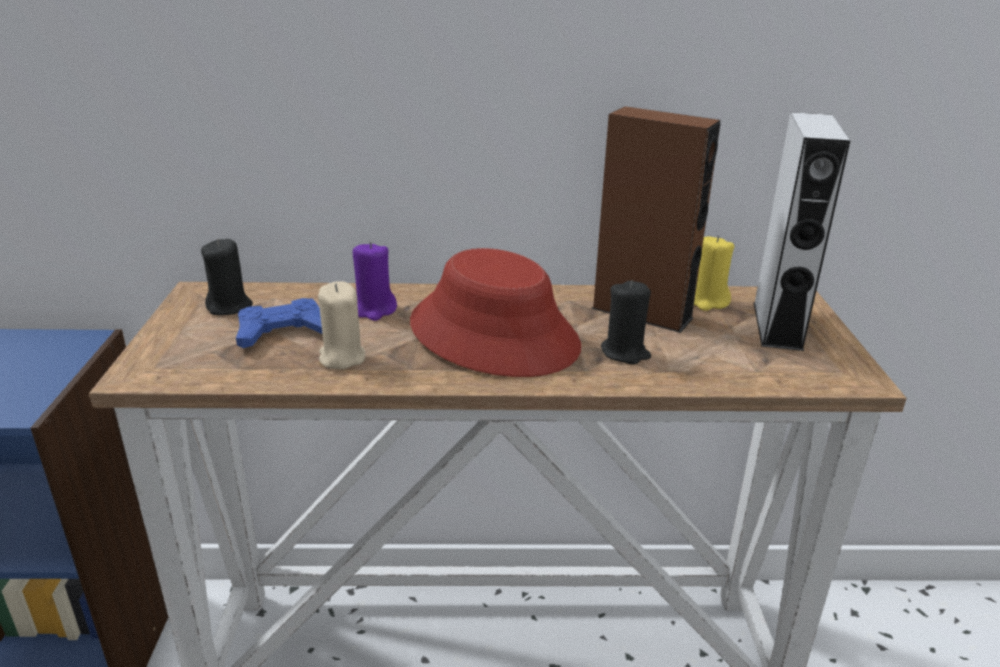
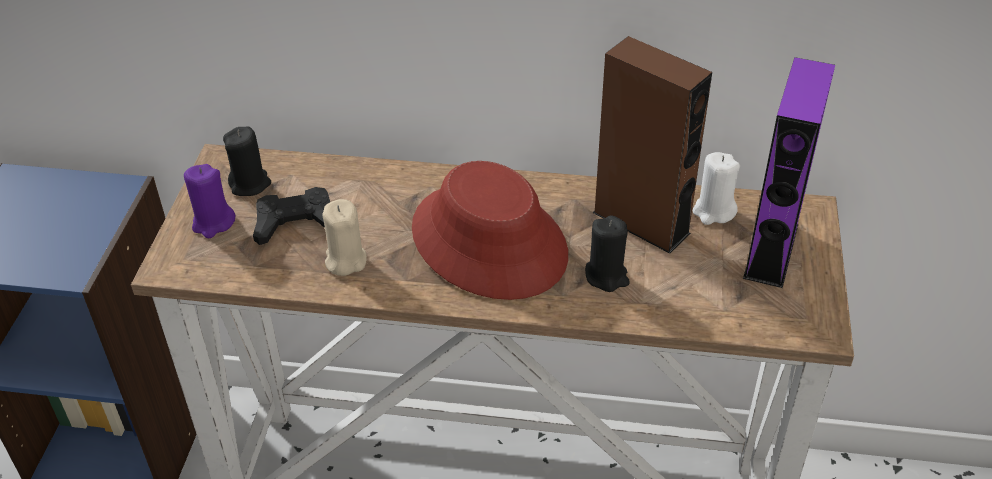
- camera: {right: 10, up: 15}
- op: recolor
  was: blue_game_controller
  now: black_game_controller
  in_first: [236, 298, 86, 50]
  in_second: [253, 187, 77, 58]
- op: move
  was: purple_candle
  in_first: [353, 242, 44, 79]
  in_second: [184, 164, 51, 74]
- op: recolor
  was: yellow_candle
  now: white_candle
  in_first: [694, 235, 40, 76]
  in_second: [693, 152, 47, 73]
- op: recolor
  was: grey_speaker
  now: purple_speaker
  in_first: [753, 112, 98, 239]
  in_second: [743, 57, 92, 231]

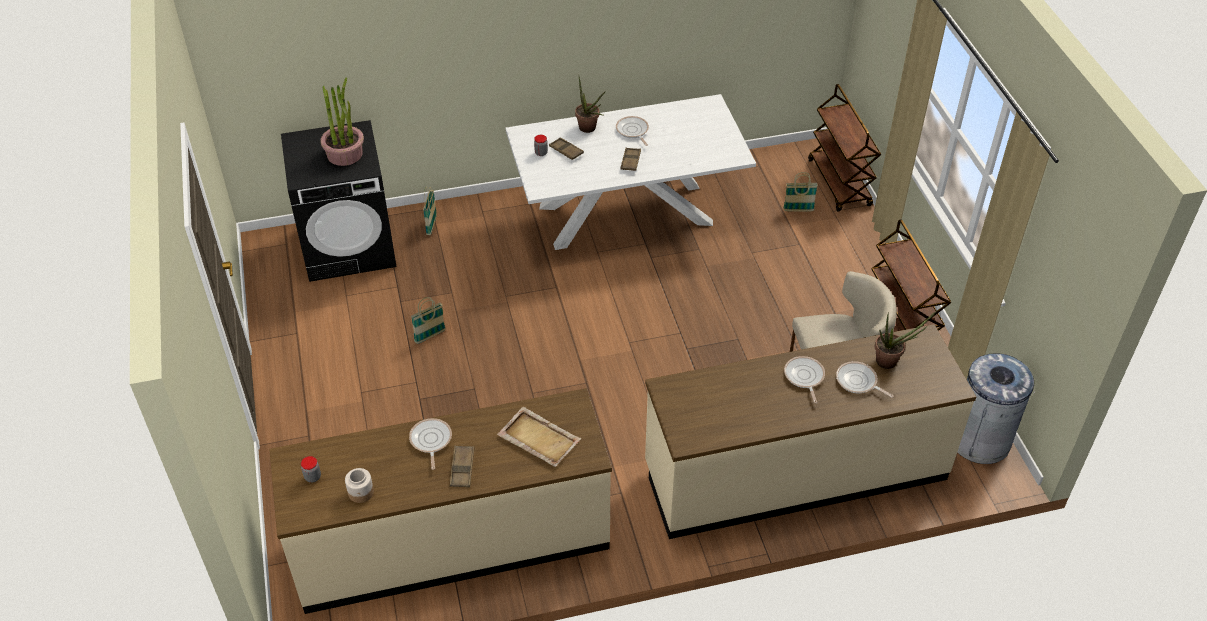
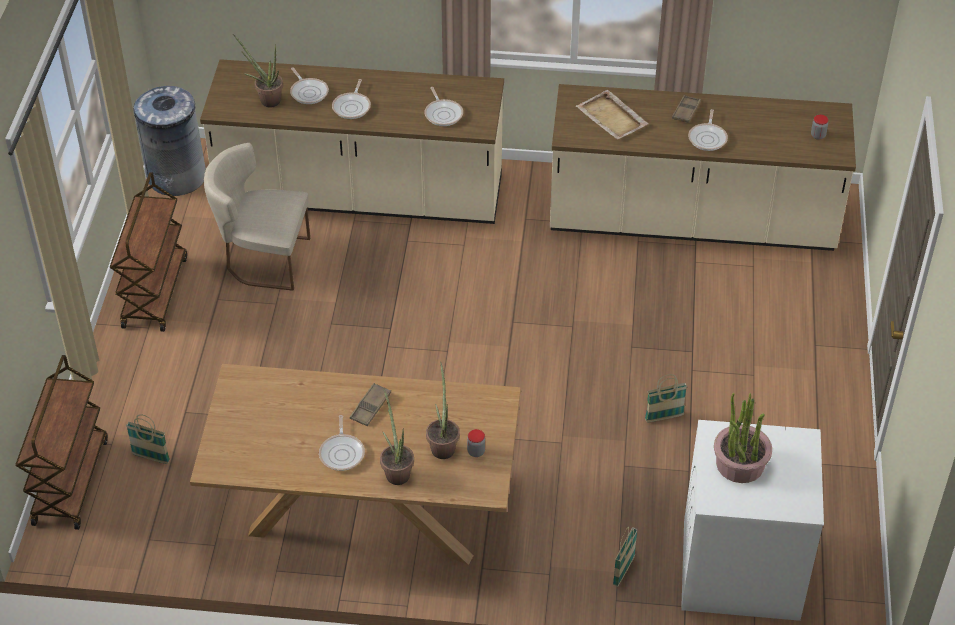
- camera: {right: -160, up: 0}
- op: recolor
  was: black_washing_machine
  now: white_washing_machine
  in_first: [281, 120, 116, 162]
  in_second: [681, 420, 143, 201]
- op: delete
  was: jar
  in_first: [345, 468, 29, 35]
- op: recolor
  was: white_dining_table
  now: brown_dining_table
  in_first: [506, 94, 250, 156]
  in_second: [190, 364, 331, 201]
- op: replace
  was: brown_tray
  now: potted_plant
  in_first: [549, 137, 35, 23]
  in_second: [426, 362, 34, 97]
- op: insert
  now: frying_pan
  in_second: [424, 87, 39, 39]

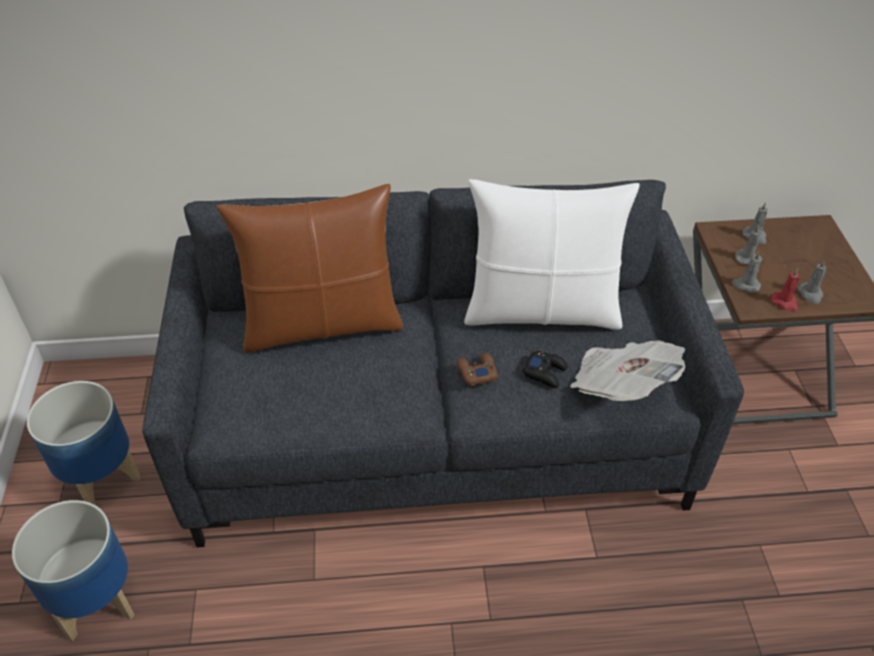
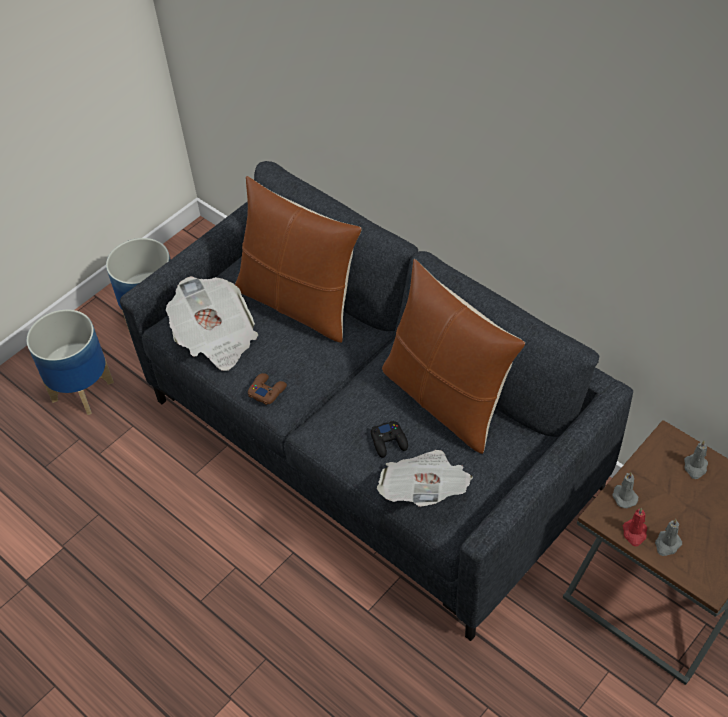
- camera: {right: 50, up: 5}
- op: move
  was: brown_game_controller
  in_first: [456, 353, 42, 33]
  in_second: [248, 373, 39, 32]
- op: recolor
  was: white_pillow
  now: brown_pillow
  in_first: [464, 179, 176, 151]
  in_second: [382, 259, 143, 195]
- op: delete
  was: grey_candle
  in_first: [735, 225, 27, 40]
- op: insert
  now: newspaper
  in_second: [166, 276, 92, 95]

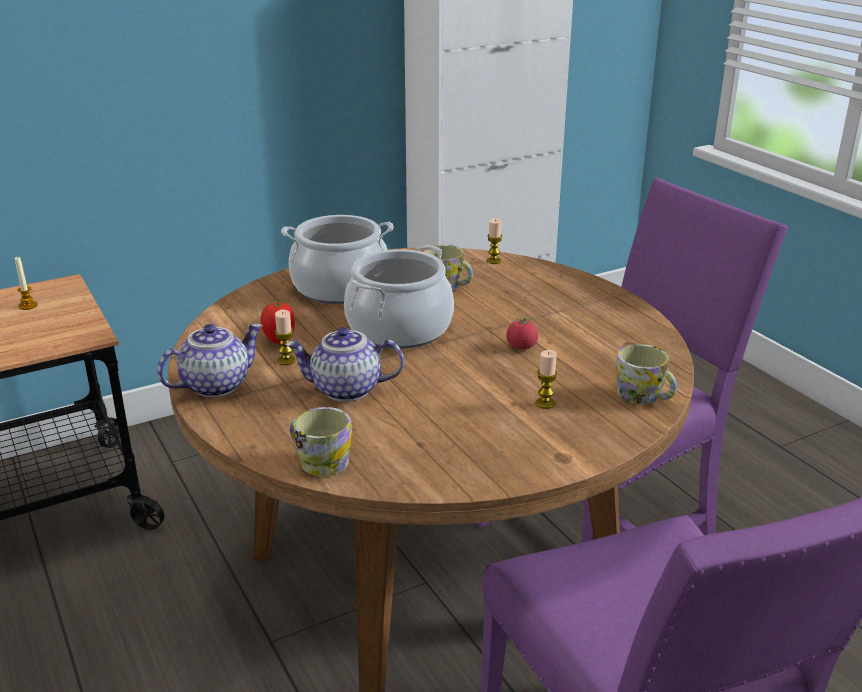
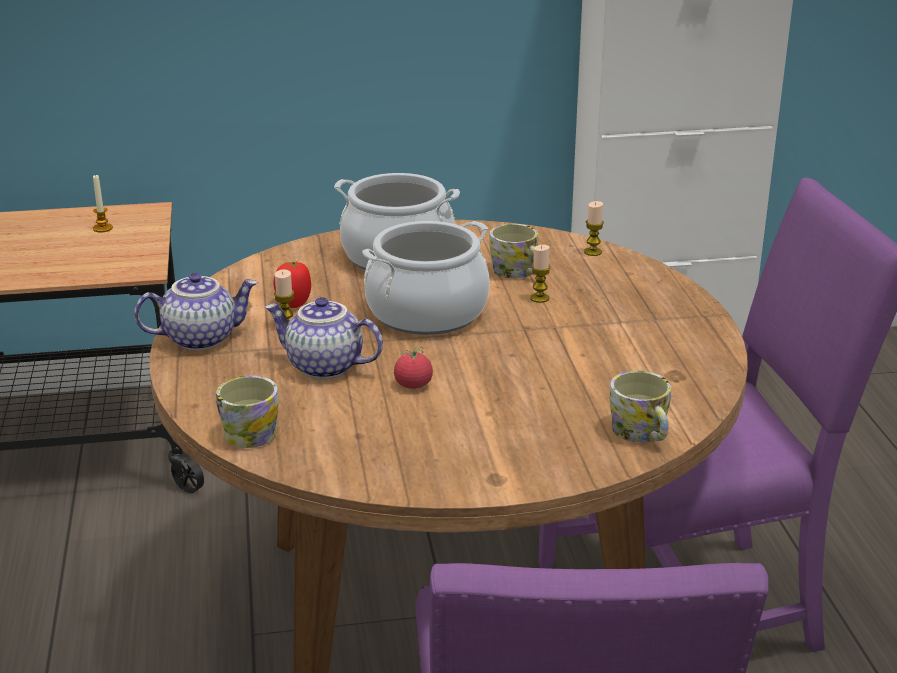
- camera: {right: 20, up: 0}
- op: move
  was: tomato
  in_first: [506, 314, 32, 35]
  in_second: [394, 346, 39, 43]
- op: move
  was: candle
  in_first: [535, 350, 23, 59]
  in_second: [530, 245, 21, 58]

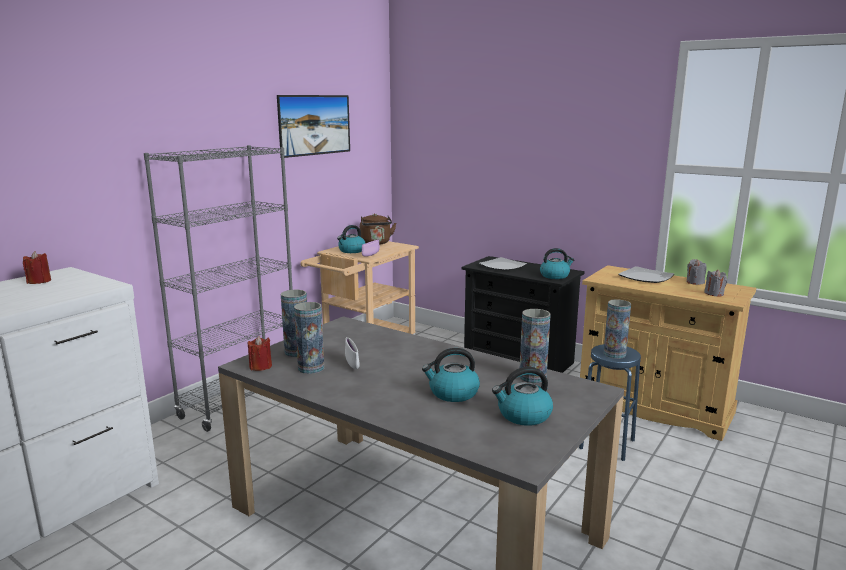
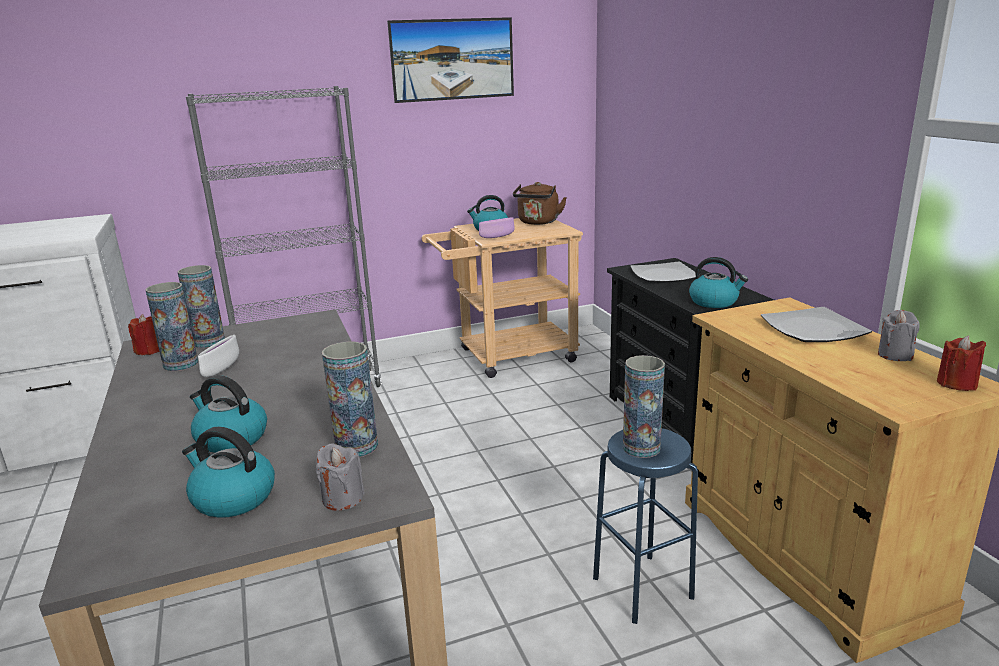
- camera: {right: 35, up: 5}
- op: move
  was: red_candle
  in_first: [23, 251, 28, 33]
  in_second: [937, 335, 49, 56]
- op: move
  was: grey_candle
  in_first: [704, 270, 23, 27]
  in_second: [316, 443, 49, 67]

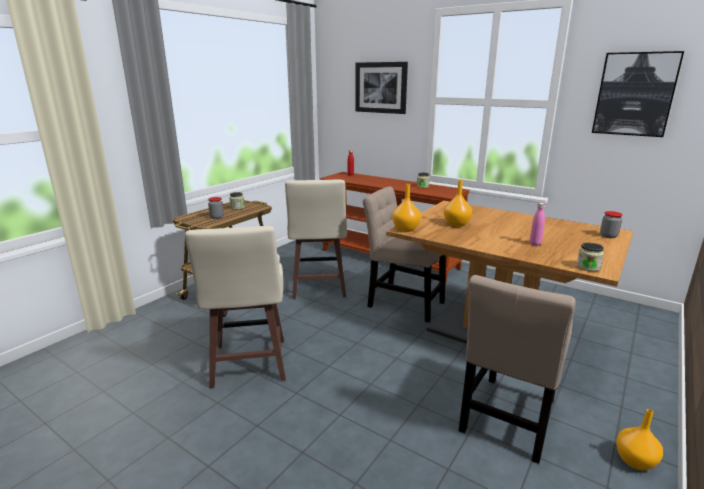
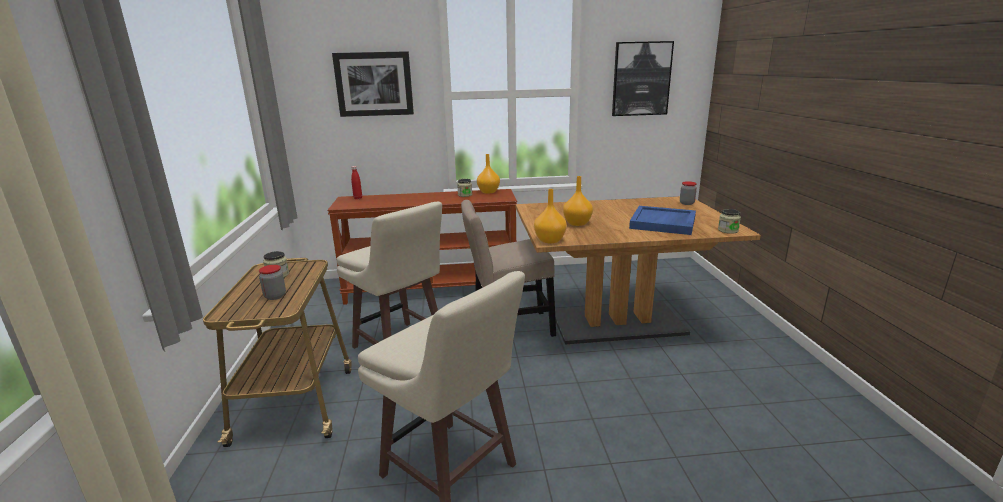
- camera: {right: -40, up: 0}
- op: delete
  was: beige_chair
  in_first: [459, 275, 116, 189]
- op: replace
  was: pink_bottle
  now: blue_tray
  in_first: [530, 203, 15, 43]
  in_second: [629, 206, 67, 29]
- op: move
  was: orange_vase
  in_first: [616, 409, 47, 61]
  in_second: [477, 154, 23, 40]

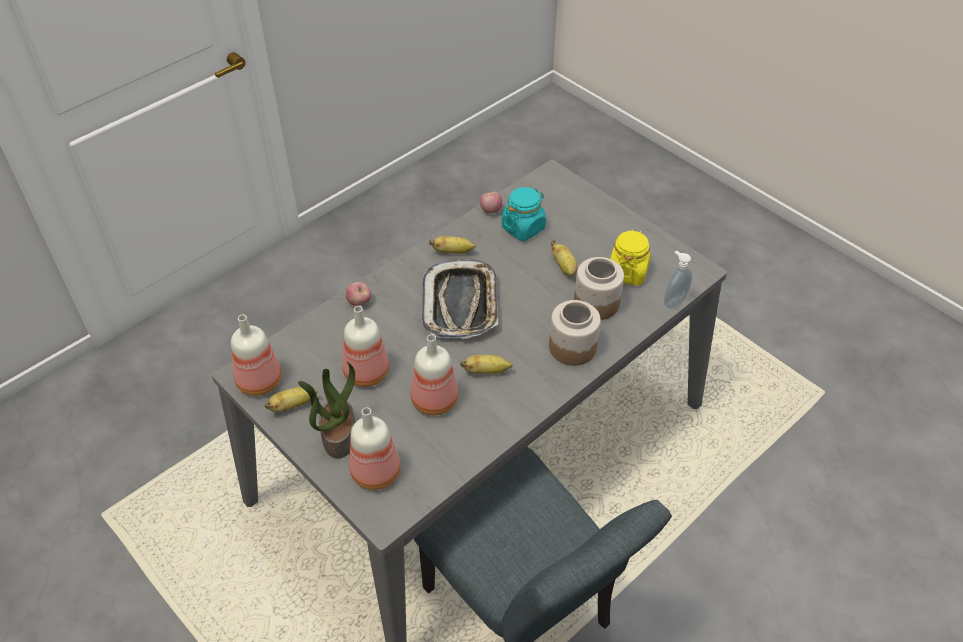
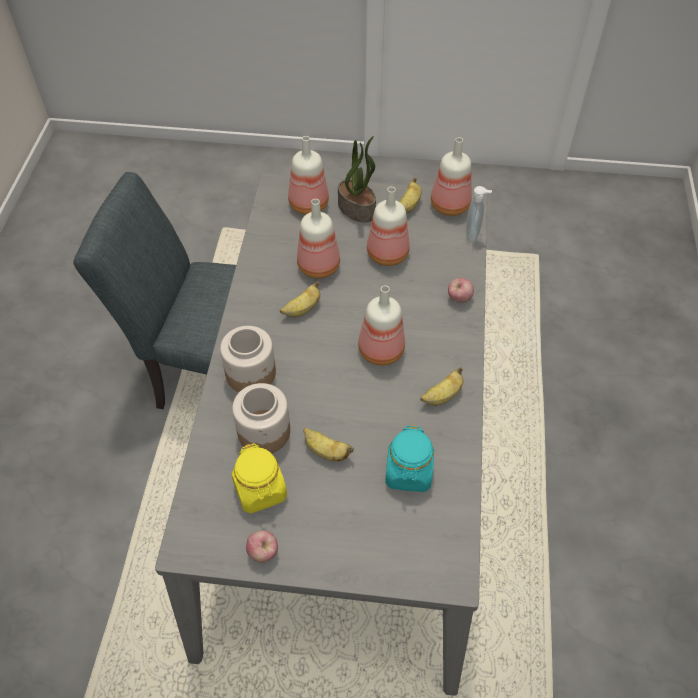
- camera: {right: 140, up: 5}
- op: replace
  was: tray
  now: bottle
  in_first: [422, 259, 76, 80]
  in_second: [358, 285, 47, 80]
- op: move
  was: apple
  in_first: [480, 192, 22, 21]
  in_second: [246, 530, 32, 32]
- op: move
  was: soap_dispenser
  in_first: [664, 251, 28, 58]
  in_second: [466, 186, 26, 57]

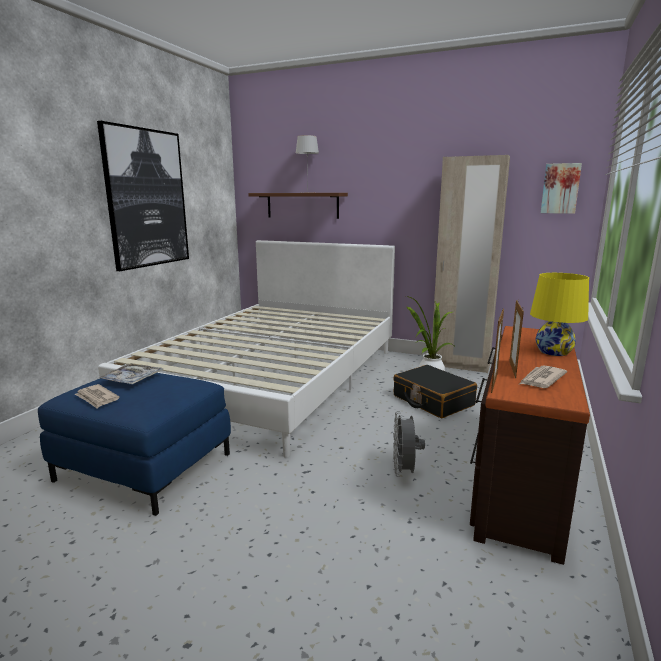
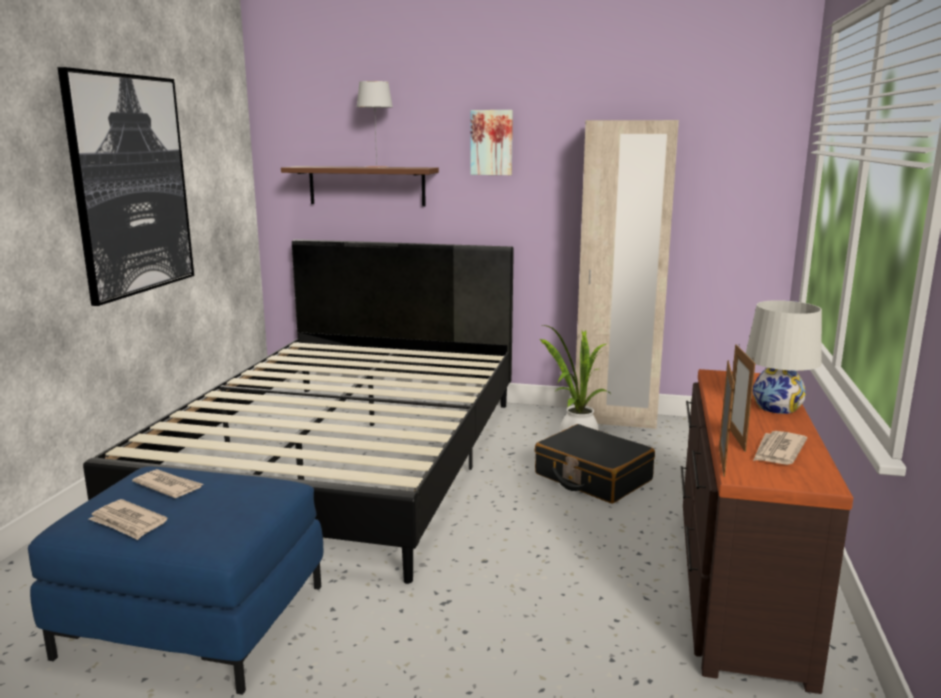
- camera: {right: -10, up: 0}
- op: replace
  was: tray
  now: newspaper
  in_first: [97, 363, 67, 21]
  in_second: [132, 469, 71, 29]
- op: recolor
  was: white_bed
  now: black_bed
  in_first: [98, 240, 297, 218]
  in_second: [83, 239, 431, 345]
- op: delete
  was: grey_fan
  in_first: [393, 411, 32, 66]
- op: recolor
  was: yellow_table_lamp
  now: white_table_lamp
  in_first: [530, 273, 59, 83]
  in_second: [746, 300, 76, 114]
- op: move
  was: picture
  in_first: [541, 163, 41, 51]
  in_second: [470, 110, 43, 65]

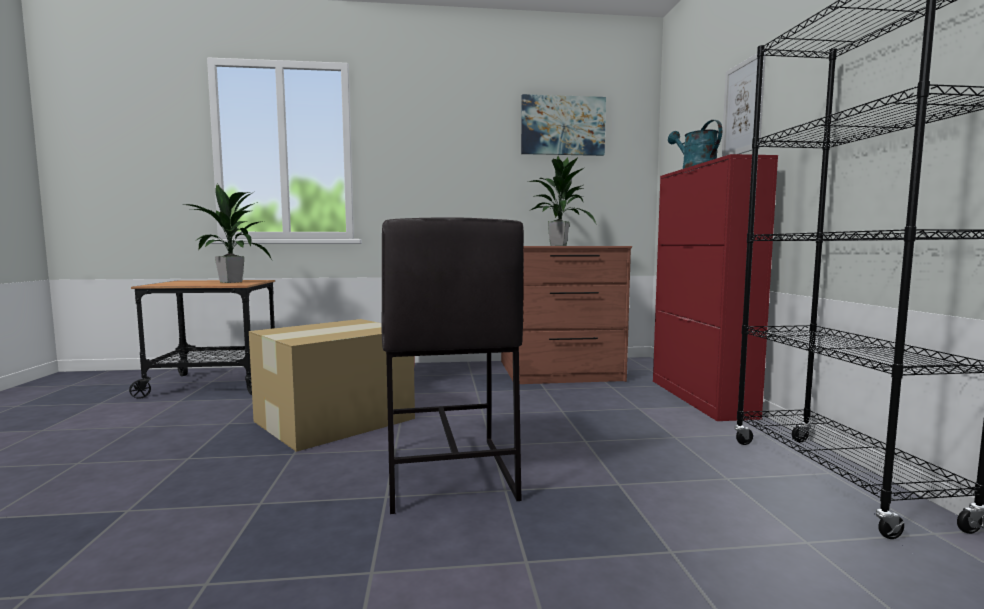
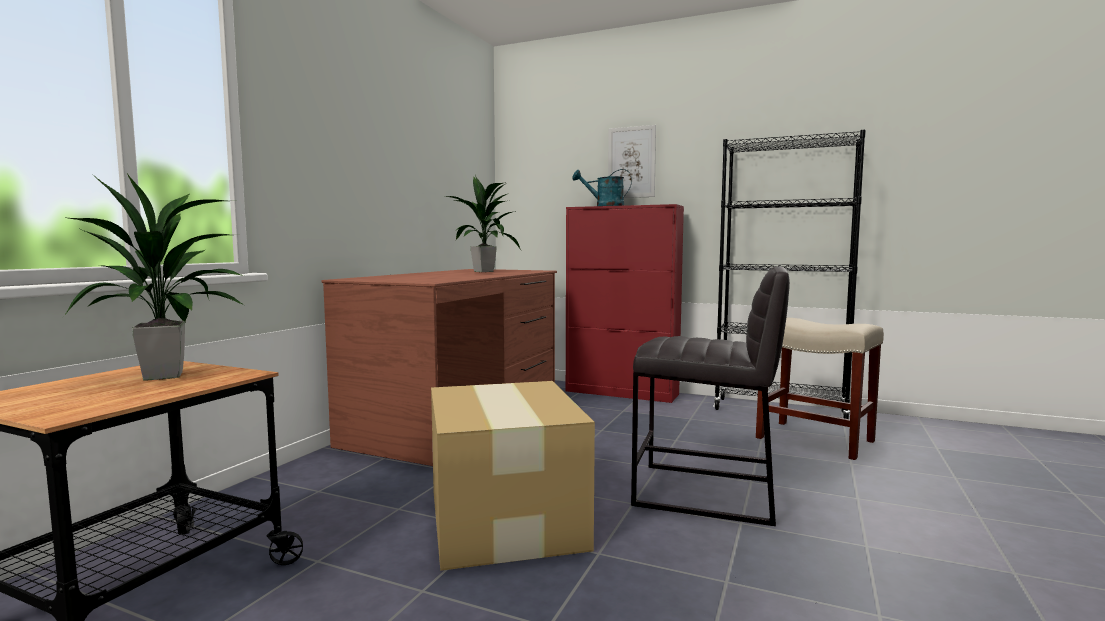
- camera: {right: -60, up: 0}
- op: delete
  was: picture
  in_first: [521, 94, 85, 62]
- op: insert
  now: beige_stool
  in_second: [756, 318, 128, 142]

